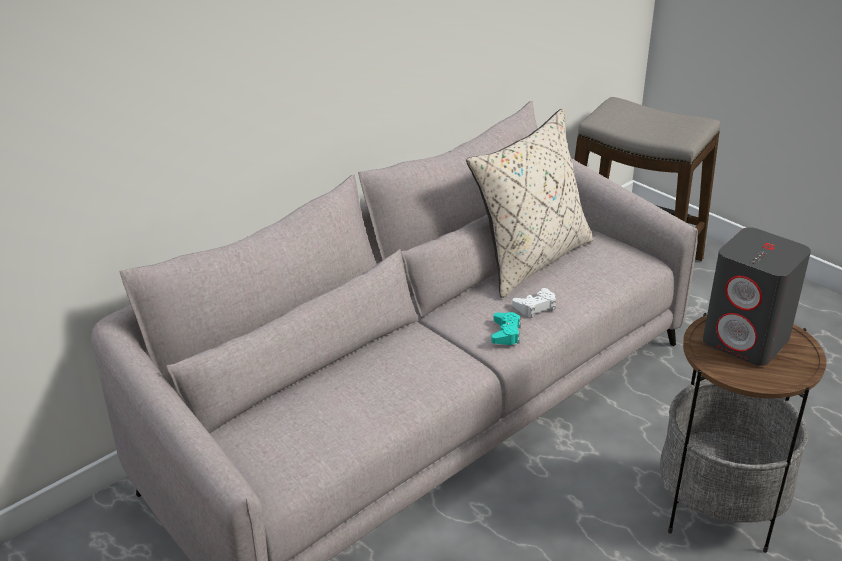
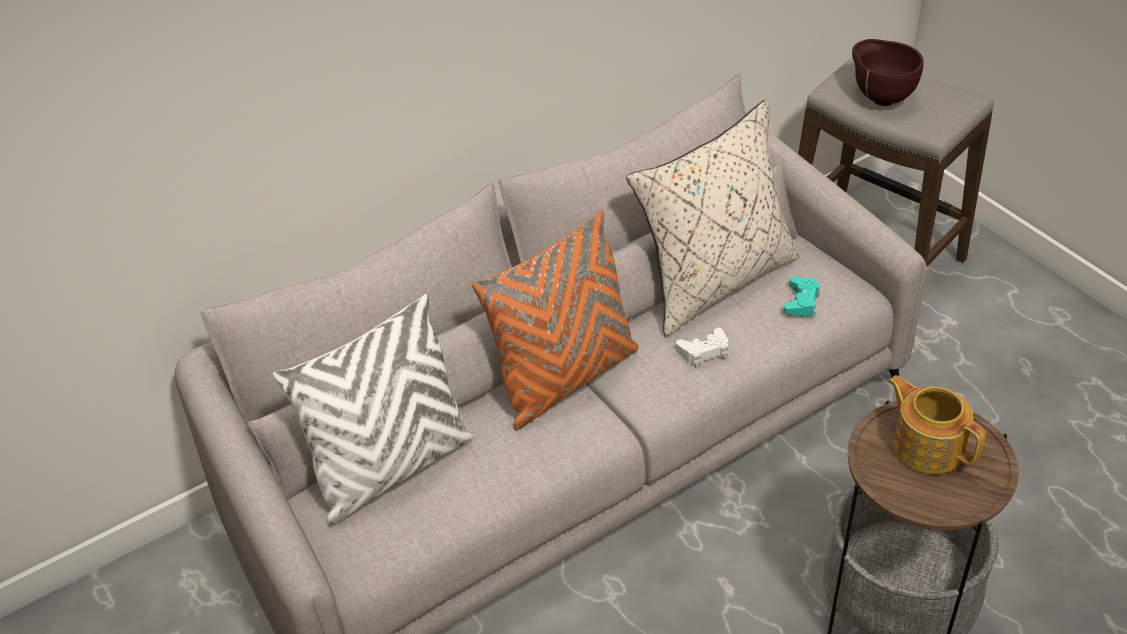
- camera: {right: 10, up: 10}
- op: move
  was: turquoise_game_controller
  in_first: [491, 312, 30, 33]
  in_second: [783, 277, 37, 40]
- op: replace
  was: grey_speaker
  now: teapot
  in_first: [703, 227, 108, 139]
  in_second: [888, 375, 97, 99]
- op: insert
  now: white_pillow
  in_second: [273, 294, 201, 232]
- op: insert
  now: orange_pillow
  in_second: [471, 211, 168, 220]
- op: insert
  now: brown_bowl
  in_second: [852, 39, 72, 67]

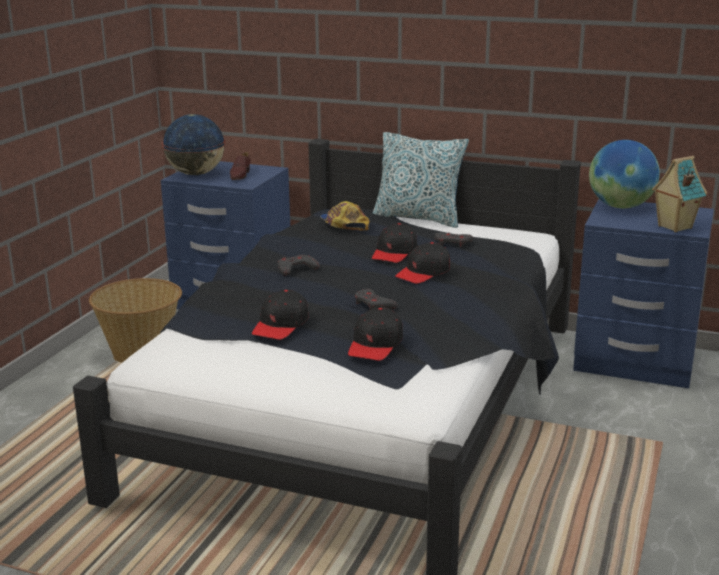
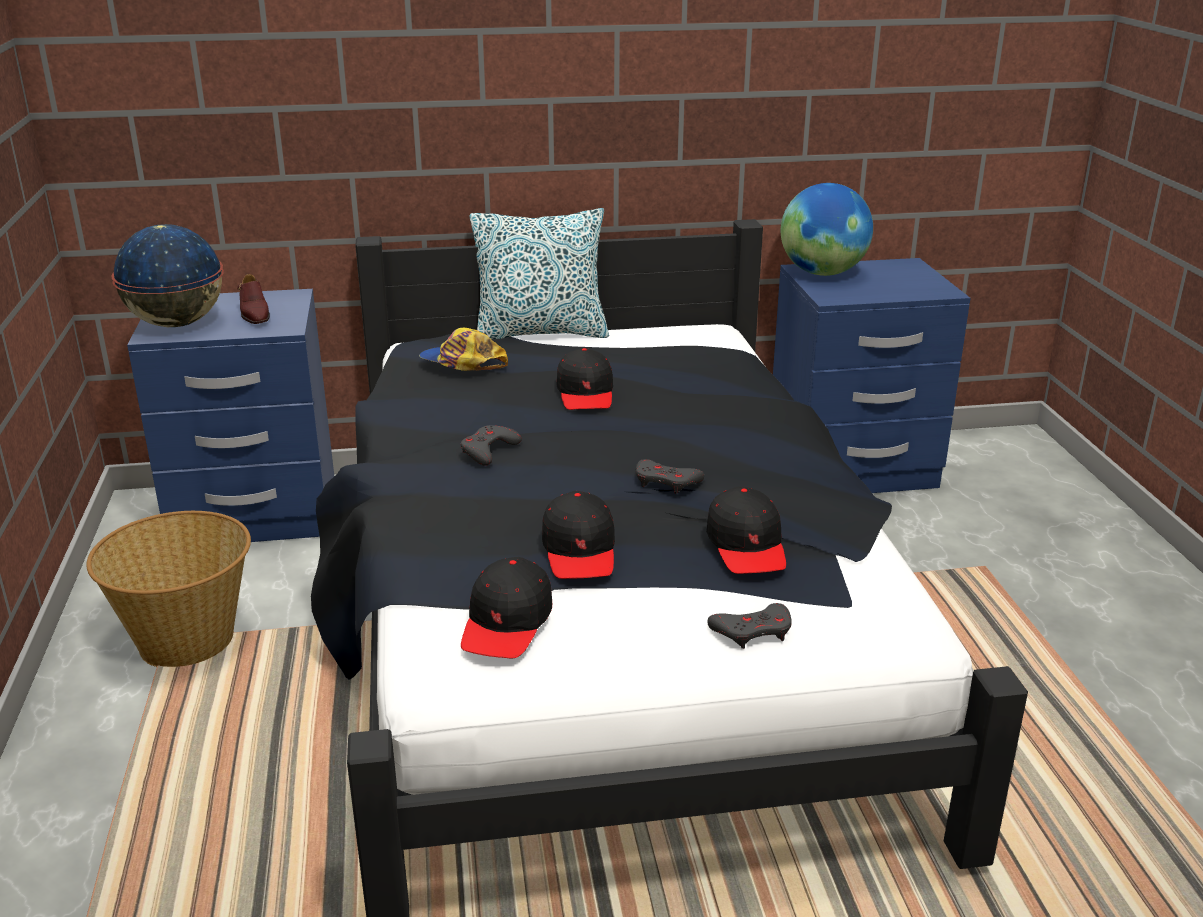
- camera: {right: -30, up: 5}
- op: move
  was: black_cap
  in_first: [395, 242, 55, 42]
  in_second: [461, 557, 91, 101]
- op: move
  was: grey_game_controller
  in_first: [434, 233, 39, 14]
  in_second: [707, 603, 85, 46]
- op: delete
  was: toy_house
  in_first: [652, 156, 55, 76]

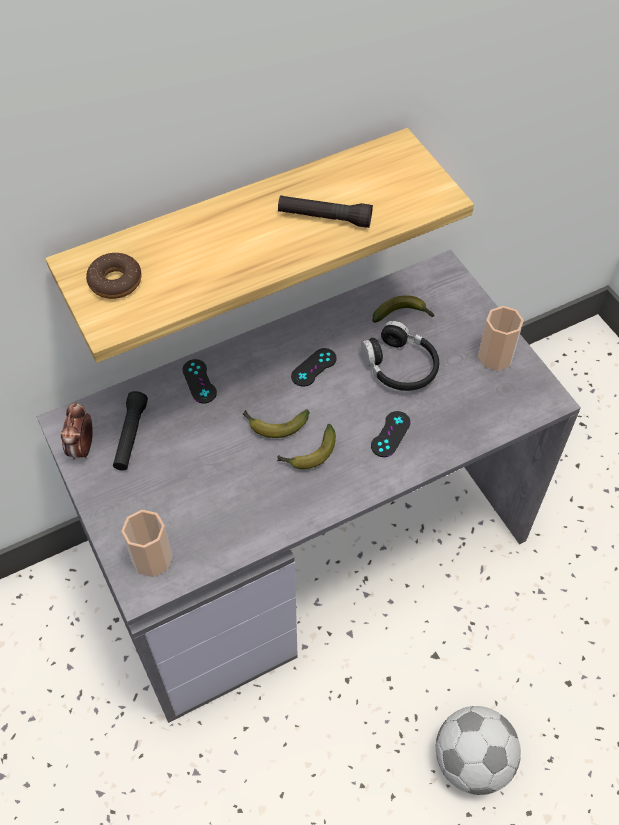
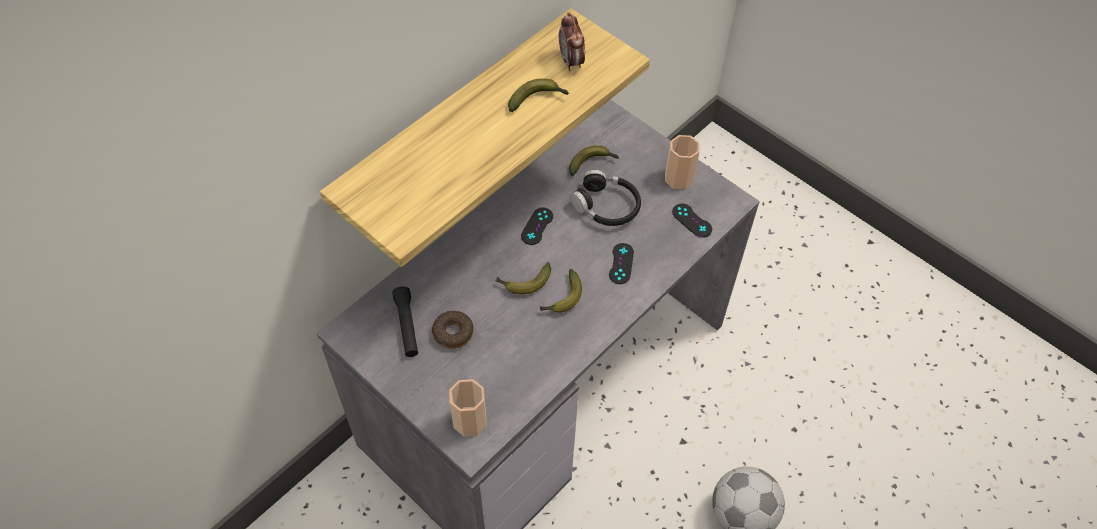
- camera: {right: -20, up: 0}
- op: move
  was: alarm_clock
  in_first: [61, 402, 32, 58]
  in_second: [559, 12, 26, 59]
- op: move
  was: donut
  in_first: [86, 253, 55, 46]
  in_second: [432, 311, 42, 38]
- op: move
  was: black_game_controller
  in_first: [182, 359, 35, 45]
  in_second: [672, 204, 40, 34]
- op: replace
  was: black_flashlight
  now: banana
  in_first: [278, 195, 95, 33]
  in_second: [508, 78, 61, 34]

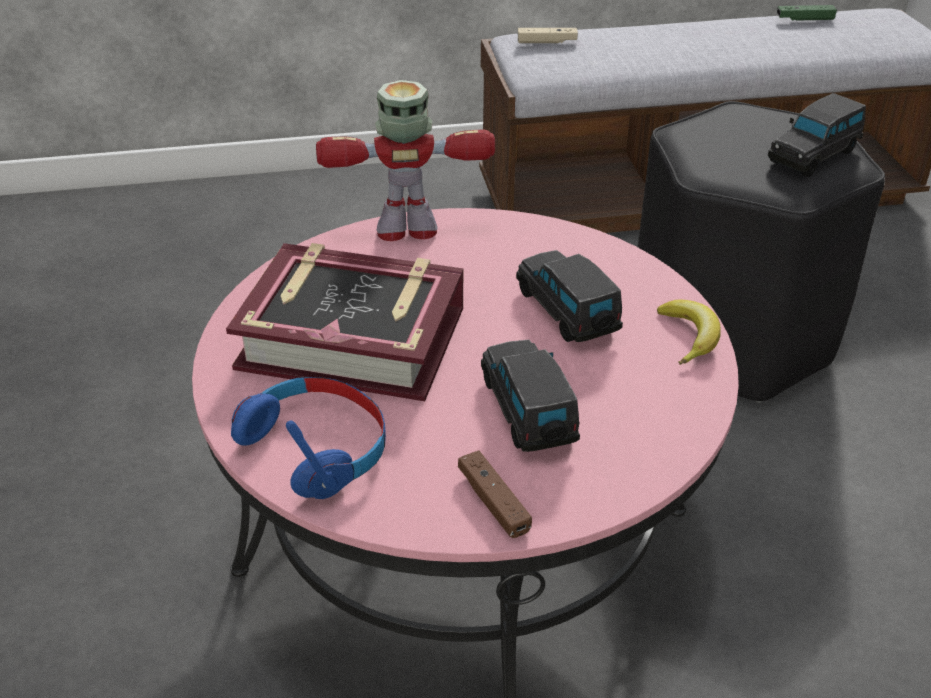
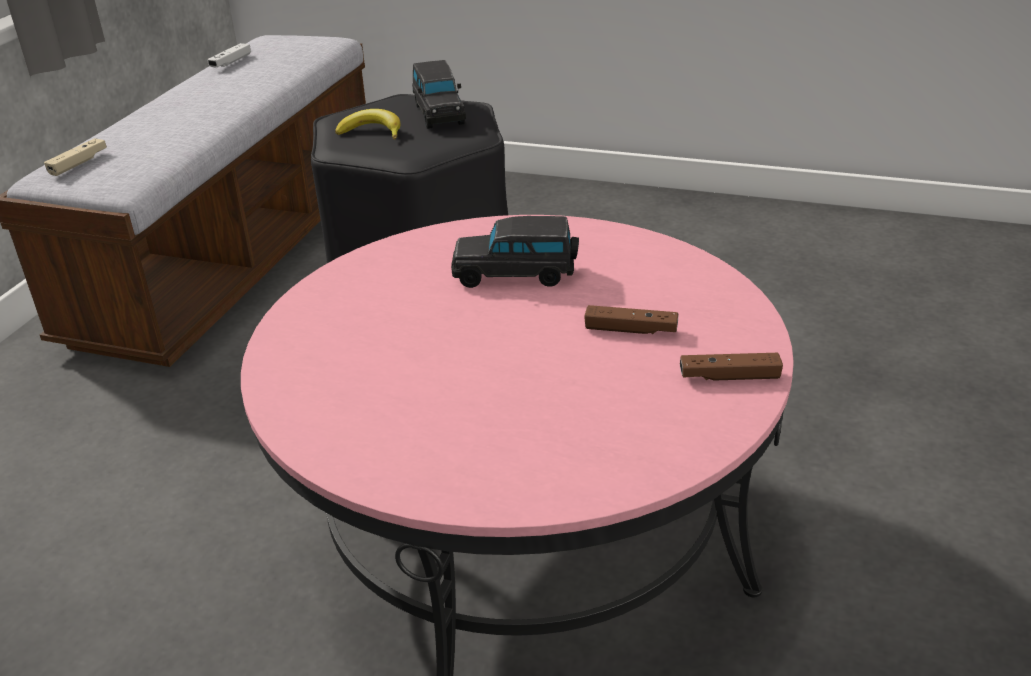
- camera: {right: -60, up: -5}
- op: delete
  was: book
  in_first: [226, 243, 237, 158]
- op: delete
  was: blue_headphones
  in_first: [231, 377, 155, 122]
- op: delete
  was: toy_robot
  in_first: [316, 80, 179, 161]
- op: replace
  was: black_toy_car
  now: brown_game_controller
  in_first: [481, 340, 99, 112]
  in_second: [584, 305, 94, 29]
- op: move
  was: banana
  in_first: [657, 300, 64, 65]
  in_second: [335, 109, 66, 31]
- op: recolor
  was: green_game_controller
  now: white_game_controller
  in_first: [777, 5, 60, 16]
  in_second: [207, 43, 44, 24]

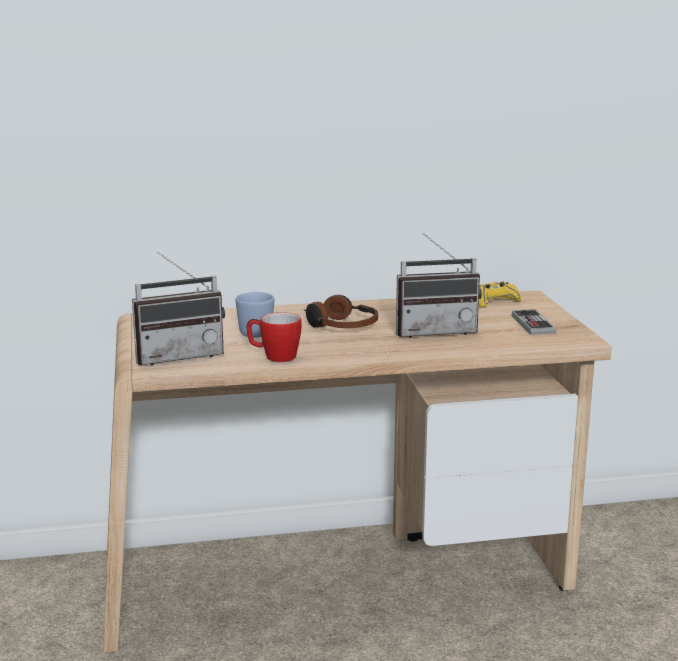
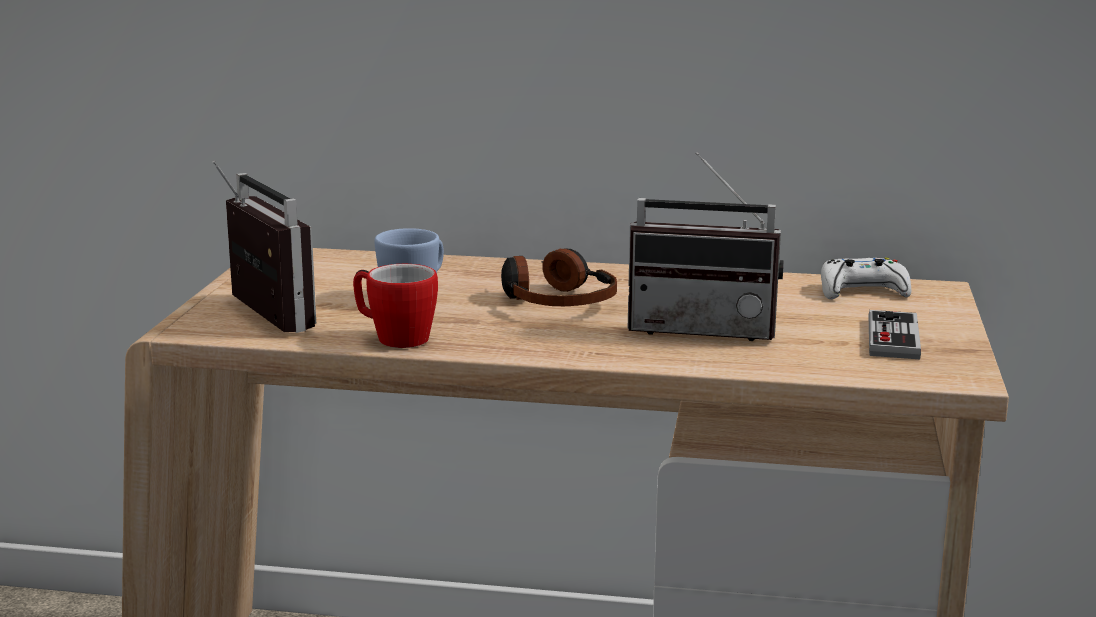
- camera: {right: 20, up: 0}
- op: rotate
  was: radio
  in_first: [132, 252, 93, 113]
  in_second: [212, 160, 104, 173]
  clockwise: -120
- op: recolor
  was: yellow_game_controller
  now: white_game_controller
  in_first: [479, 281, 42, 27]
  in_second: [821, 257, 90, 42]

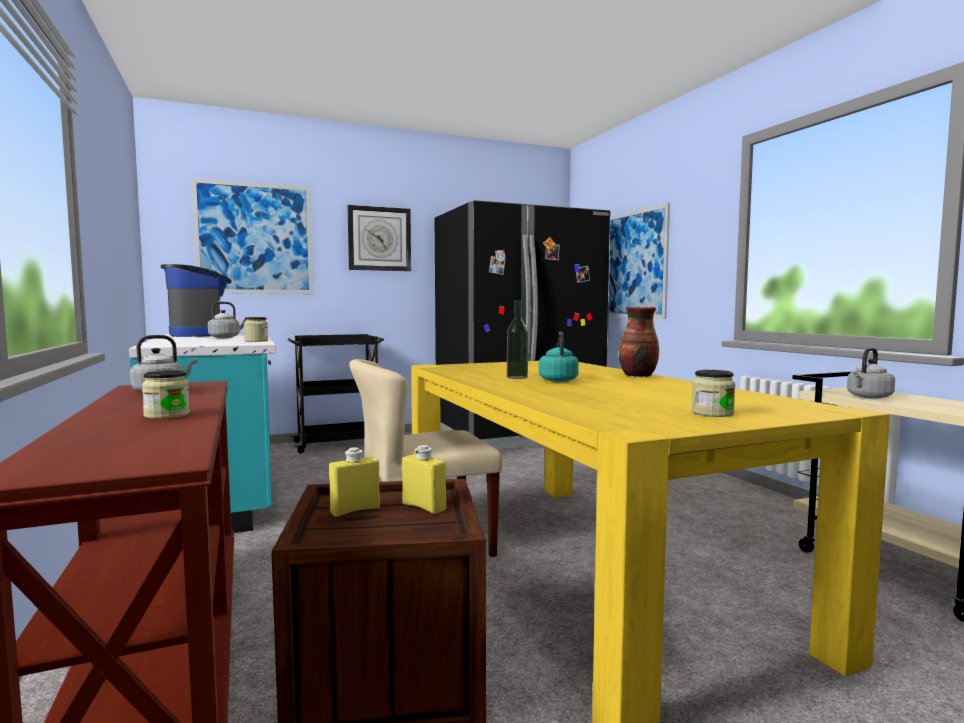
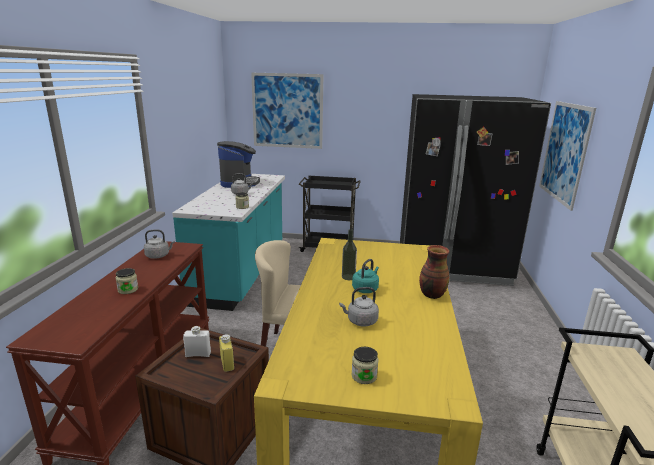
- camera: {right: 30, up: 15}
- op: recolor
  was: yellow_bottle
  now: white_bottle
  in_first: [329, 447, 51, 70]
  in_second: [183, 326, 28, 31]
- op: delete
  was: wall_clock
  in_first: [348, 205, 63, 66]
- op: move
  was: grey_kettle
  in_first: [847, 348, 48, 51]
  in_second: [339, 287, 40, 39]

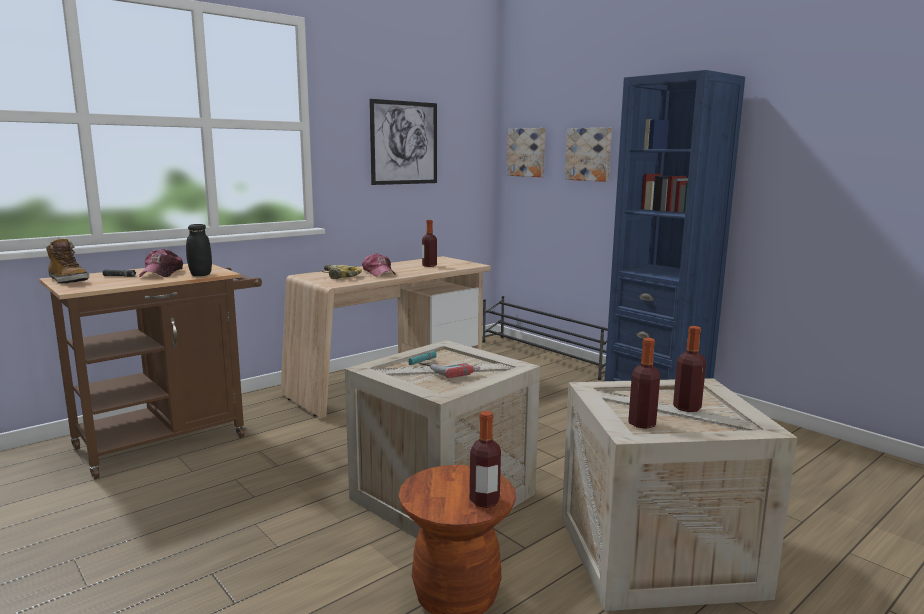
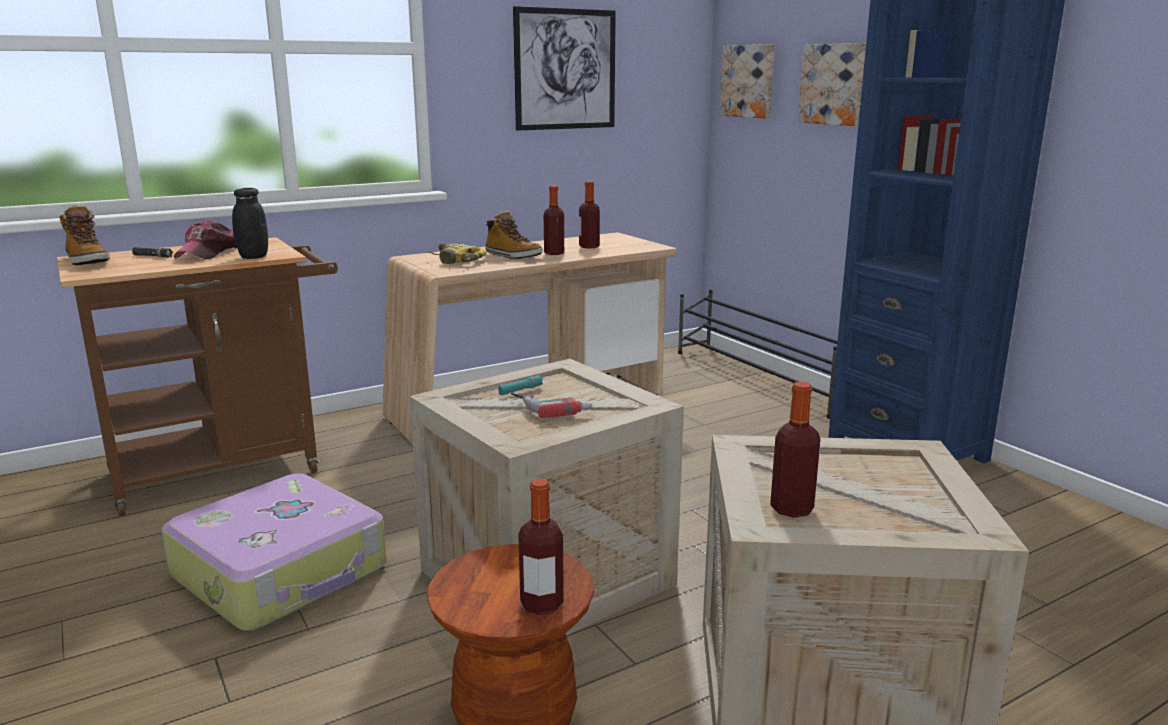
- camera: {right: 10, up: 5}
- op: replace
  was: cap
  now: boot
  in_first: [362, 253, 34, 24]
  in_second: [486, 211, 57, 48]
- op: move
  was: bottle
  in_first: [673, 326, 33, 86]
  in_second: [544, 185, 20, 70]
- op: insert
  now: suitcase
  in_second: [162, 473, 225, 158]

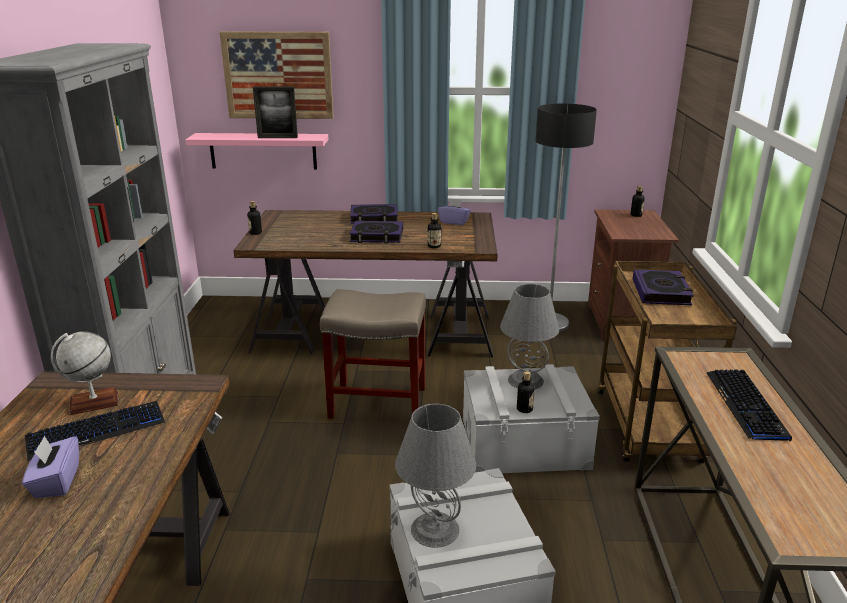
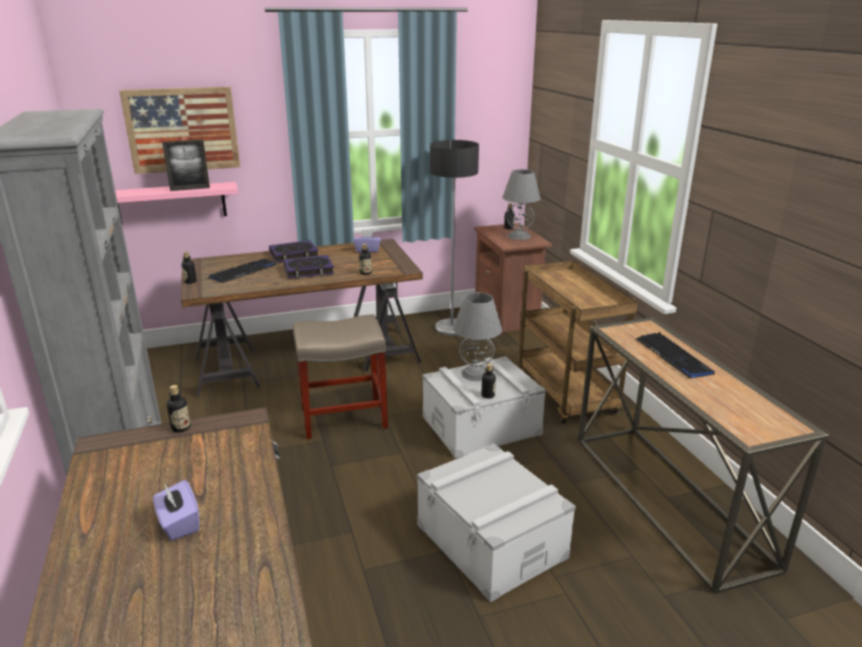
- camera: {right: -20, up: 0}
- op: move
  was: keyboard
  in_first: [25, 401, 140, 60]
  in_second: [209, 259, 68, 24]
- op: delete
  was: globe
  in_first: [51, 331, 68, 84]
- op: move
  was: grey_table_lamp
  in_first: [395, 404, 81, 144]
  in_second: [503, 169, 38, 71]
- op: delete
  was: book
  in_first: [633, 269, 61, 36]
- op: insert
  now: bottle
  in_second: [167, 385, 23, 47]

